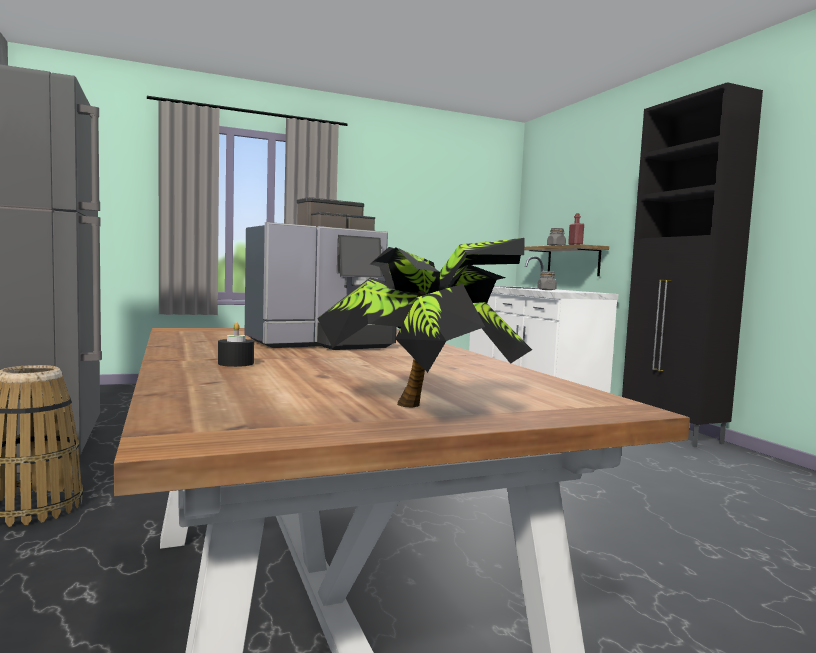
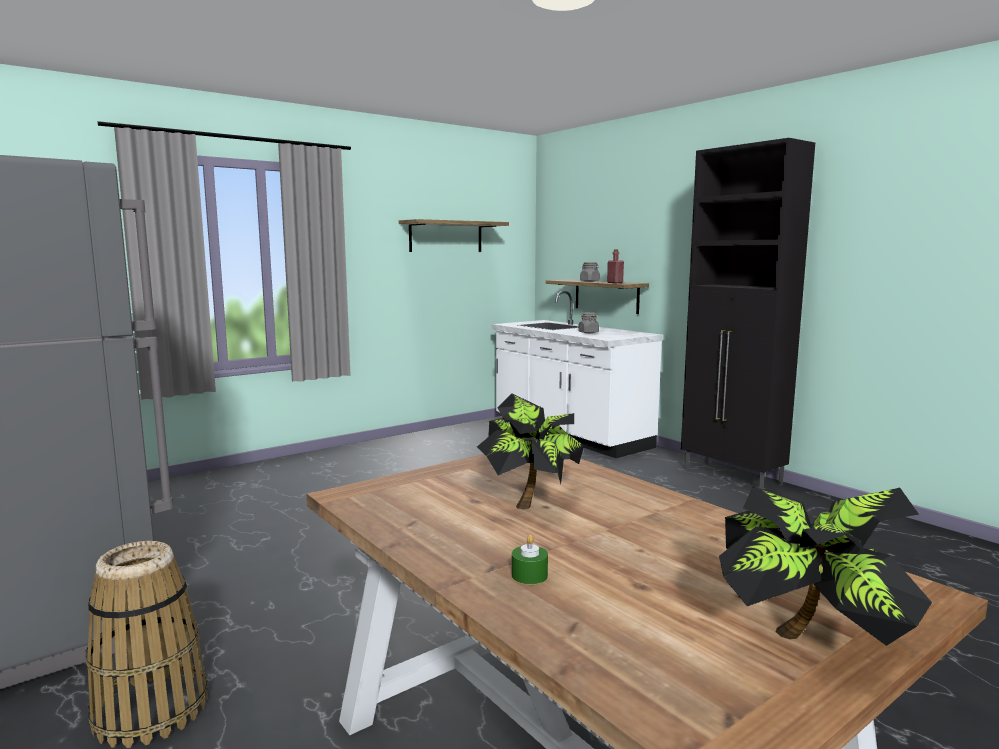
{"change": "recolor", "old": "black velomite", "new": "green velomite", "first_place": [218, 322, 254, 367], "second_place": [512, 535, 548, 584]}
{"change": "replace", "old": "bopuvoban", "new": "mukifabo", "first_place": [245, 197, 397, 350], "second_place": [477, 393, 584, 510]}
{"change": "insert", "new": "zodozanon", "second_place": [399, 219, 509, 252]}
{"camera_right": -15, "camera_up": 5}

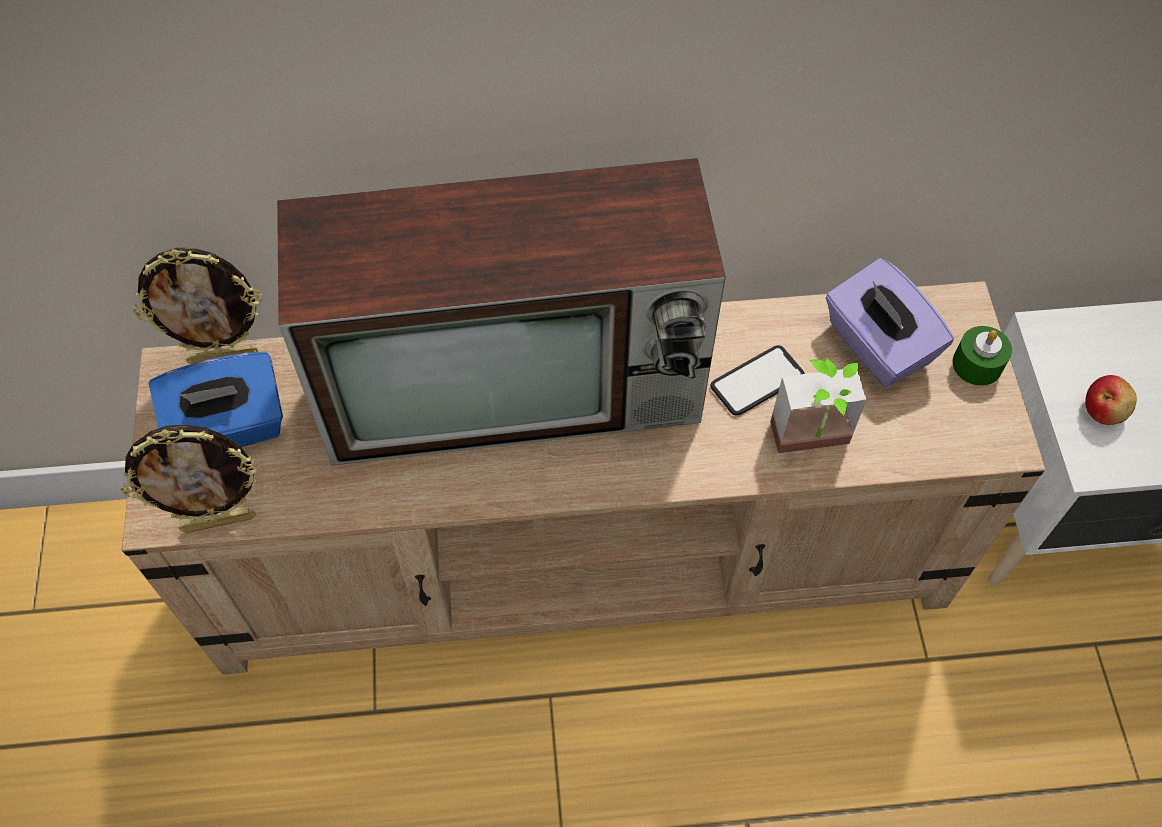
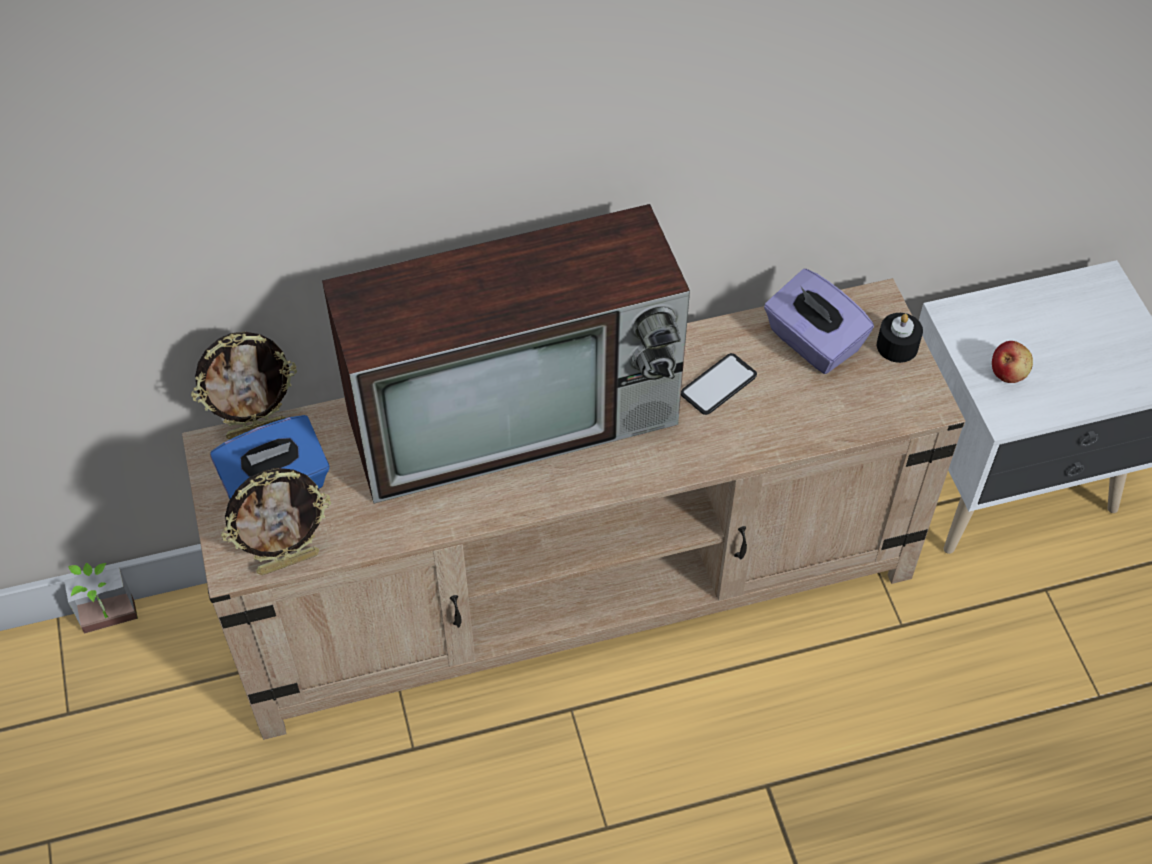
{"change": "move", "old": "mukifabo", "first_place": [770, 359, 867, 453], "second_place": [64, 562, 138, 634]}
{"change": "recolor", "old": "green velomite", "new": "black velomite", "first_place": [952, 326, 1012, 386], "second_place": [877, 313, 923, 363]}
{"camera_right": -10, "camera_up": -5}

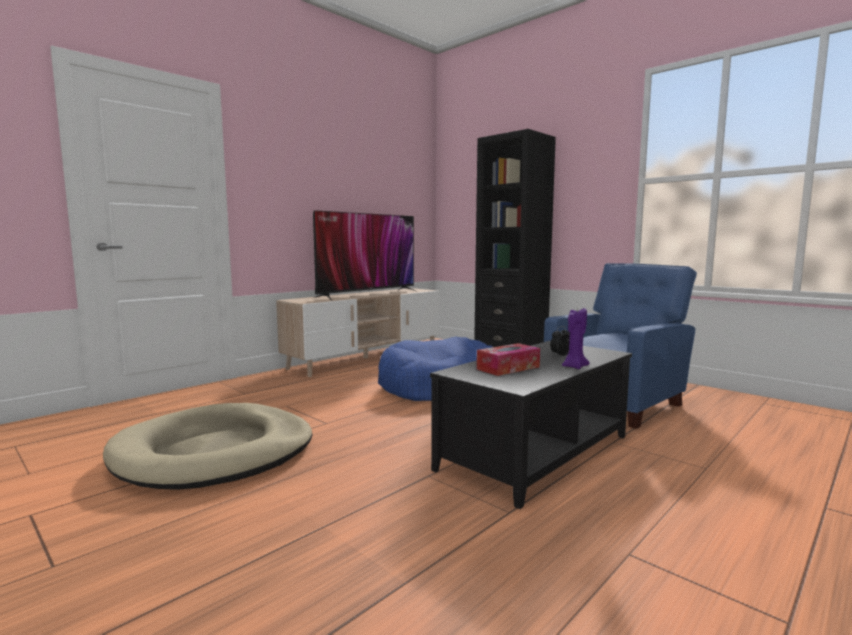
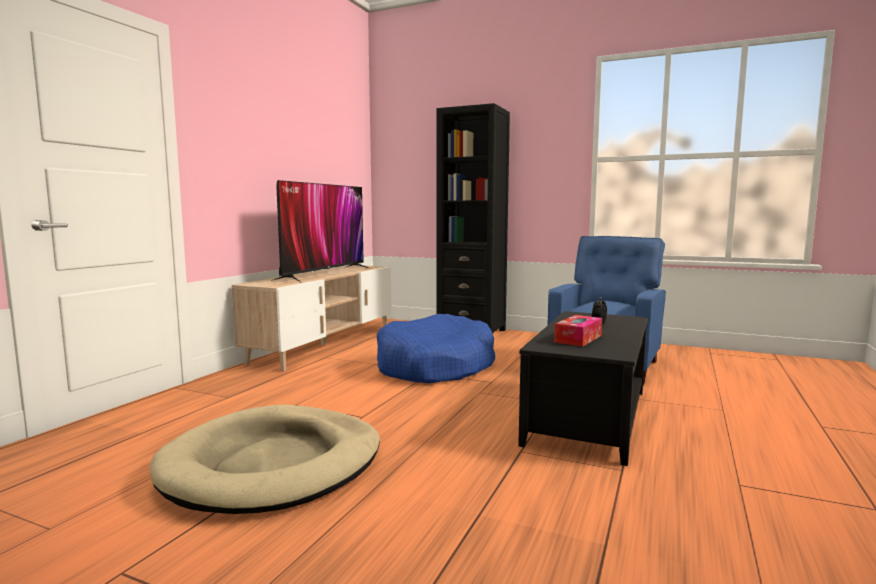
{"change": "delete", "old": "purple velomite", "first_place": [562, 308, 590, 369]}
{"camera_right": -20, "camera_up": 0}

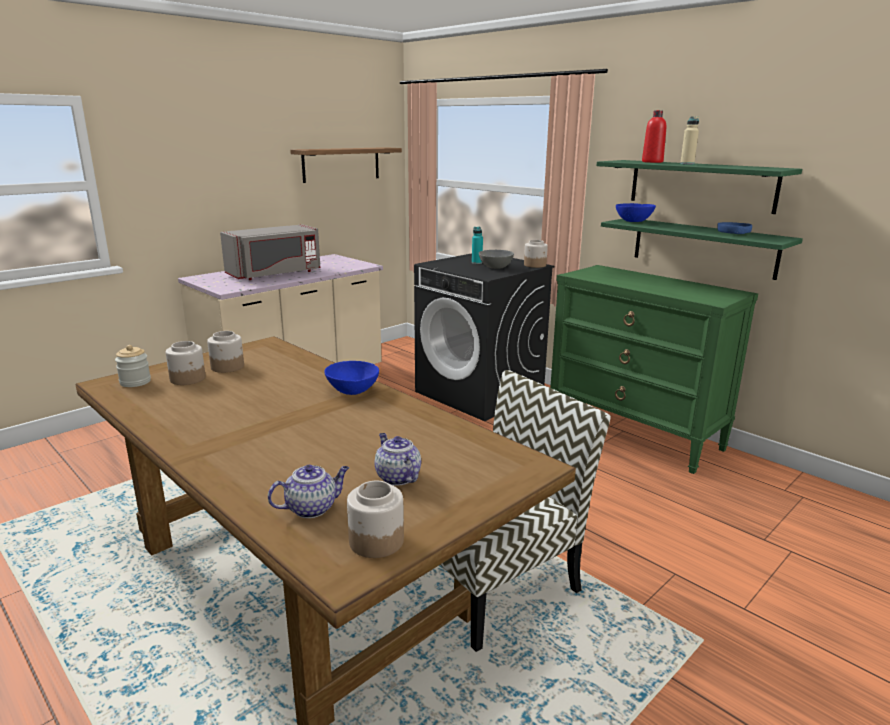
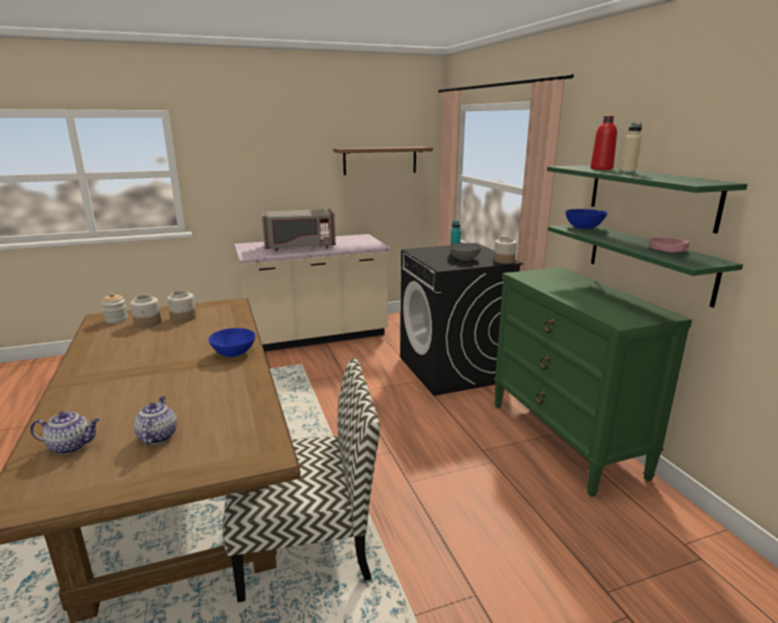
{"change": "delete", "old": "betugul", "first_place": [347, 481, 404, 558]}
{"change": "recolor", "old": "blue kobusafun", "new": "pink kobusafun", "first_place": [717, 222, 752, 234], "second_place": [649, 237, 689, 252]}
{"camera_right": 25, "camera_up": 0}

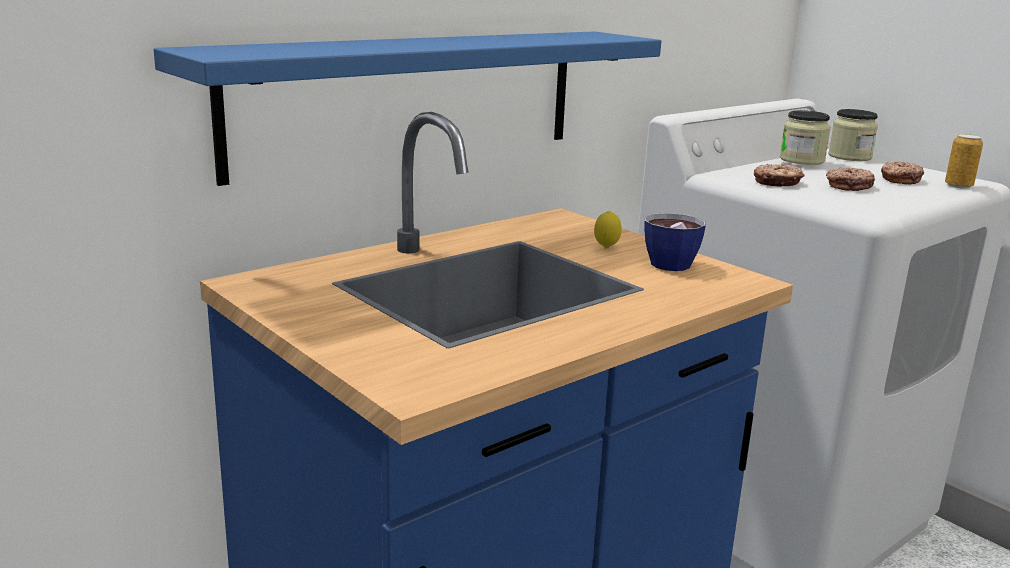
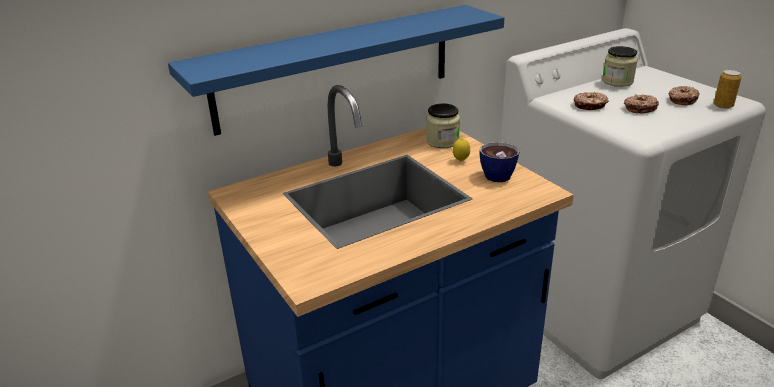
{"change": "move", "old": "betugul", "first_place": [828, 109, 878, 161], "second_place": [426, 103, 460, 148]}
{"camera_right": 10, "camera_up": 10}

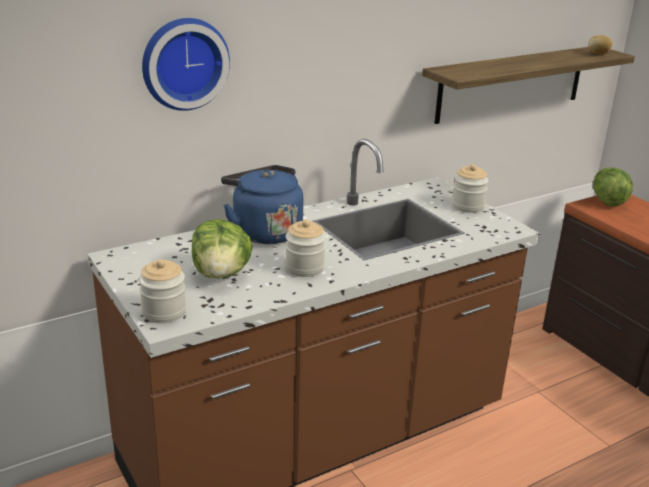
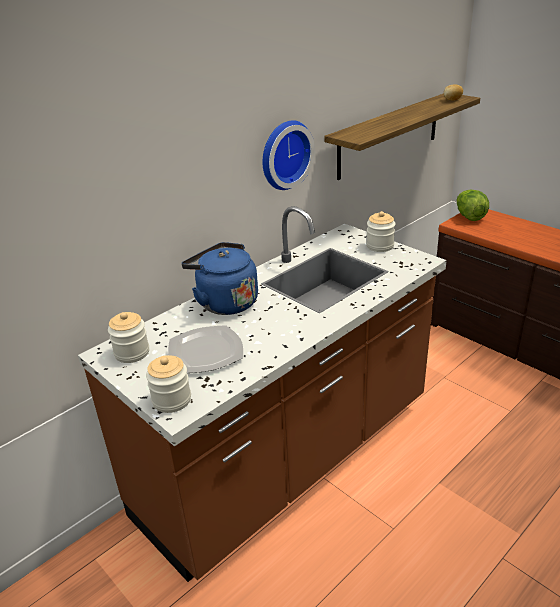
{"change": "move", "old": "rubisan", "first_place": [142, 18, 230, 111], "second_place": [263, 120, 315, 190]}
{"change": "replace", "old": "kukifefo", "new": "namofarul", "first_place": [192, 219, 253, 278], "second_place": [168, 325, 243, 373]}
{"change": "move", "old": "betugul", "first_place": [285, 219, 326, 277], "second_place": [108, 312, 149, 363]}
{"camera_right": -10, "camera_up": 5}

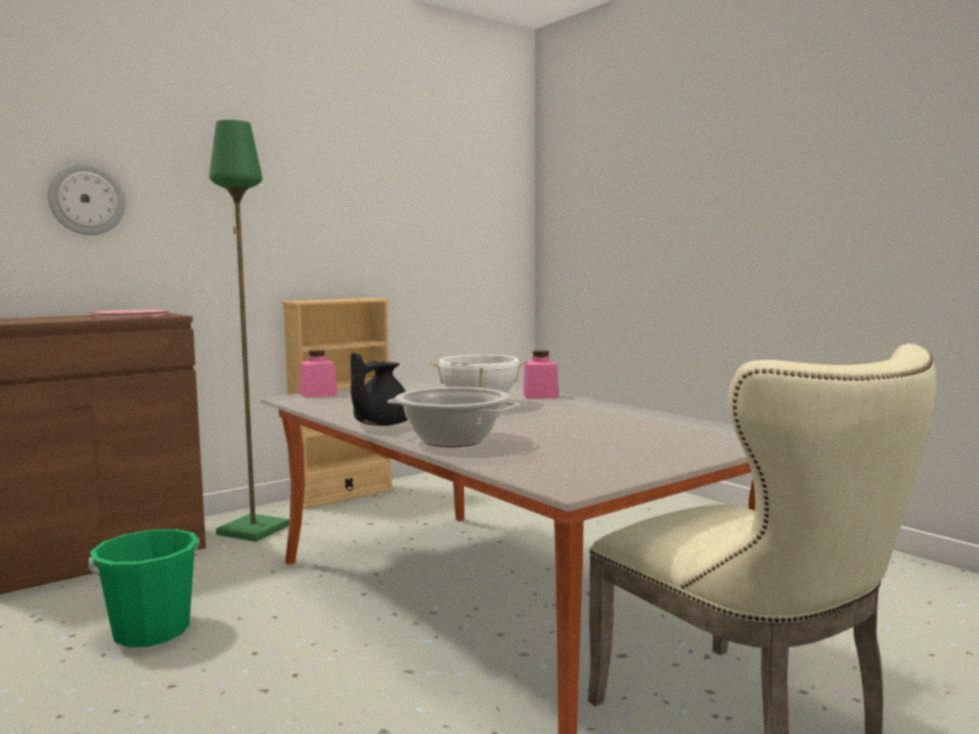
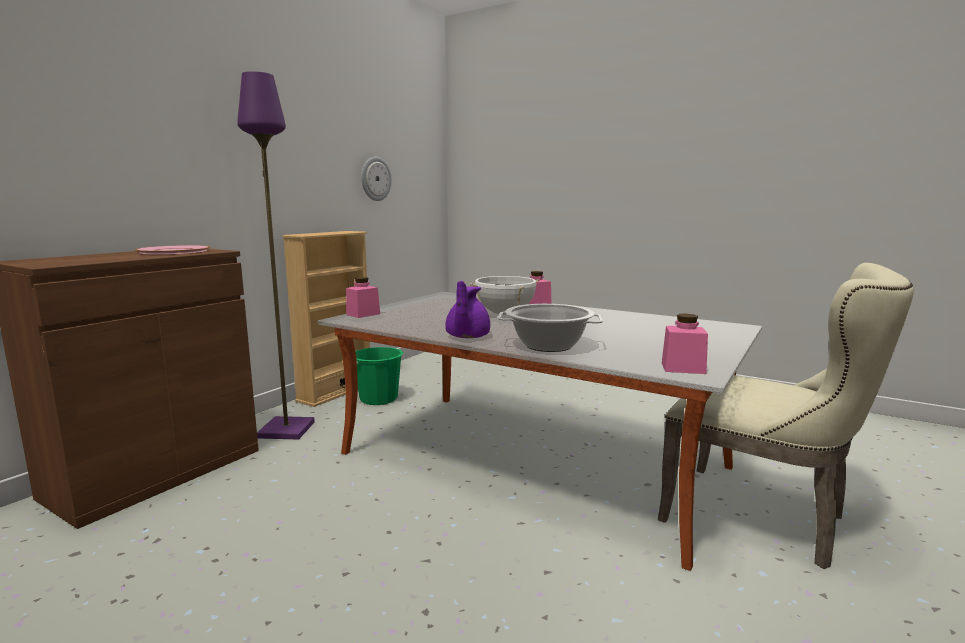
{"change": "move", "old": "rubisan", "first_place": [48, 163, 126, 235], "second_place": [361, 157, 392, 201]}
{"change": "move", "old": "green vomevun", "first_place": [89, 529, 199, 647], "second_place": [355, 347, 403, 405]}
{"change": "recolor", "old": "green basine", "new": "purple basine", "first_place": [209, 120, 289, 542], "second_place": [237, 71, 315, 440]}
{"change": "recolor", "old": "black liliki", "new": "purple liliki", "first_place": [351, 353, 408, 426], "second_place": [445, 281, 490, 338]}
{"change": "insert", "new": "pink betugul", "second_place": [662, 314, 708, 374]}
{"camera_right": -20, "camera_up": 5}

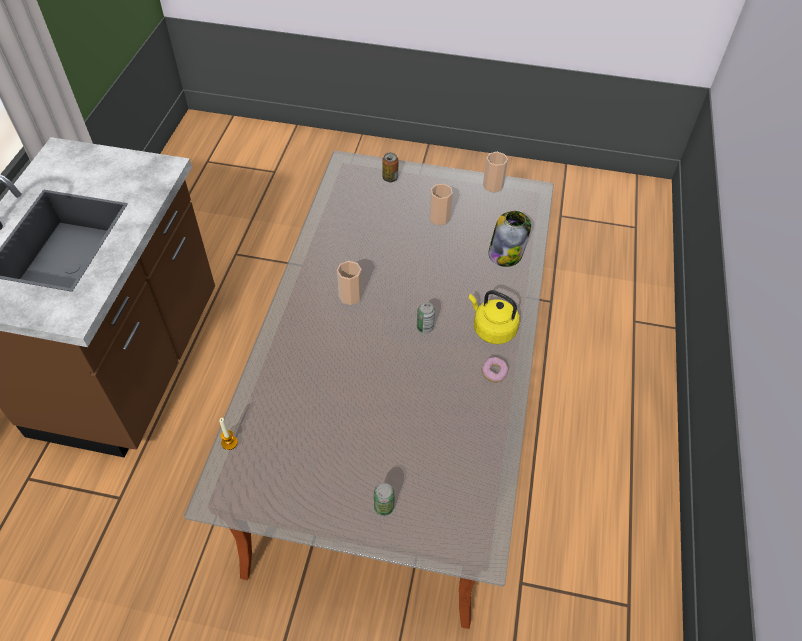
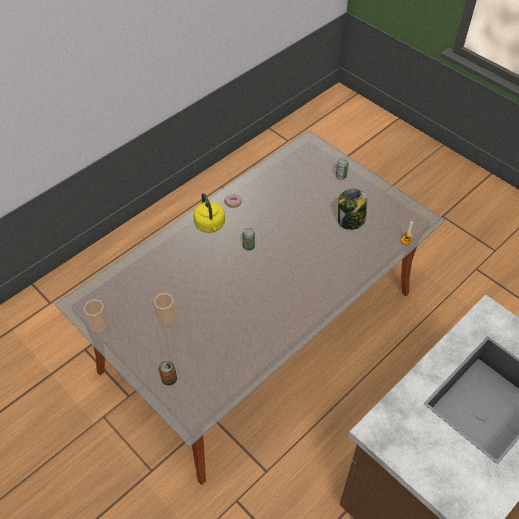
{"change": "delete", "old": "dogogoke", "first_place": [337, 261, 363, 305]}
{"change": "move", "old": "betugul", "first_place": [488, 211, 531, 267], "second_place": [338, 189, 367, 230]}
{"camera_right": -145, "camera_up": 0}

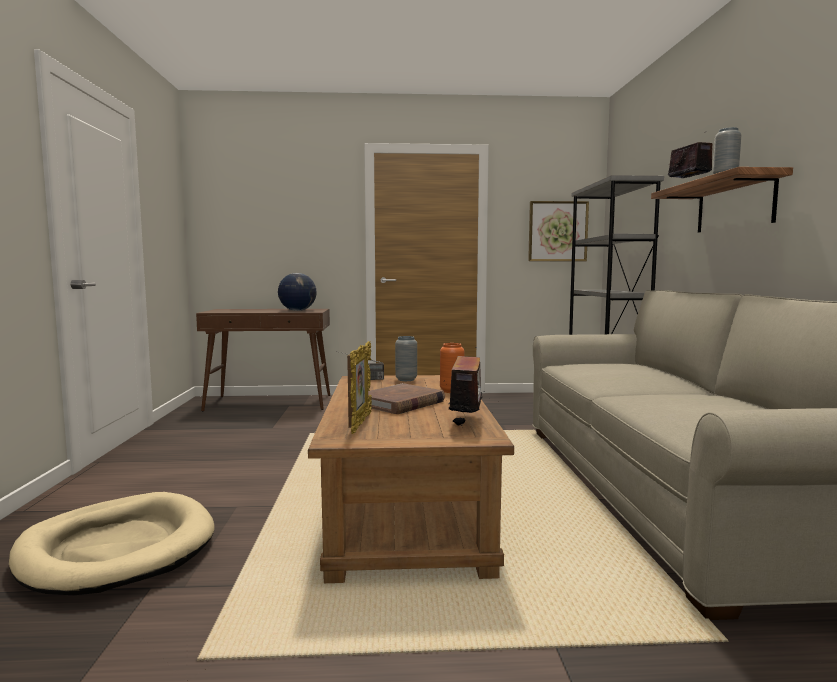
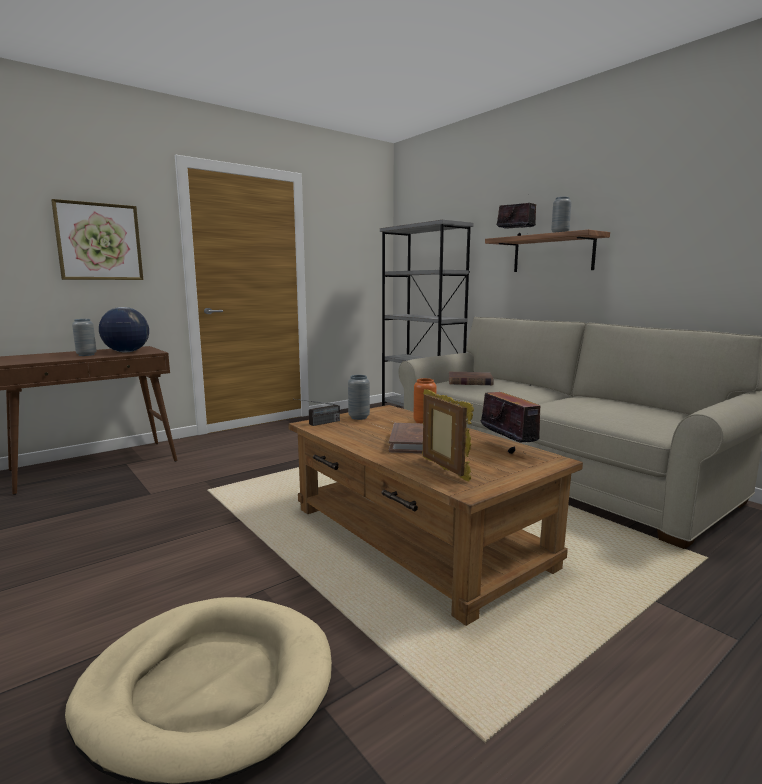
{"change": "move", "old": "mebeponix", "first_place": [528, 201, 589, 261], "second_place": [51, 199, 143, 280]}
{"change": "insert", "new": "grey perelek", "second_place": [72, 319, 97, 356]}
{"change": "insert", "new": "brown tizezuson", "second_place": [449, 372, 494, 385]}
{"camera_right": -35, "camera_up": 5}

